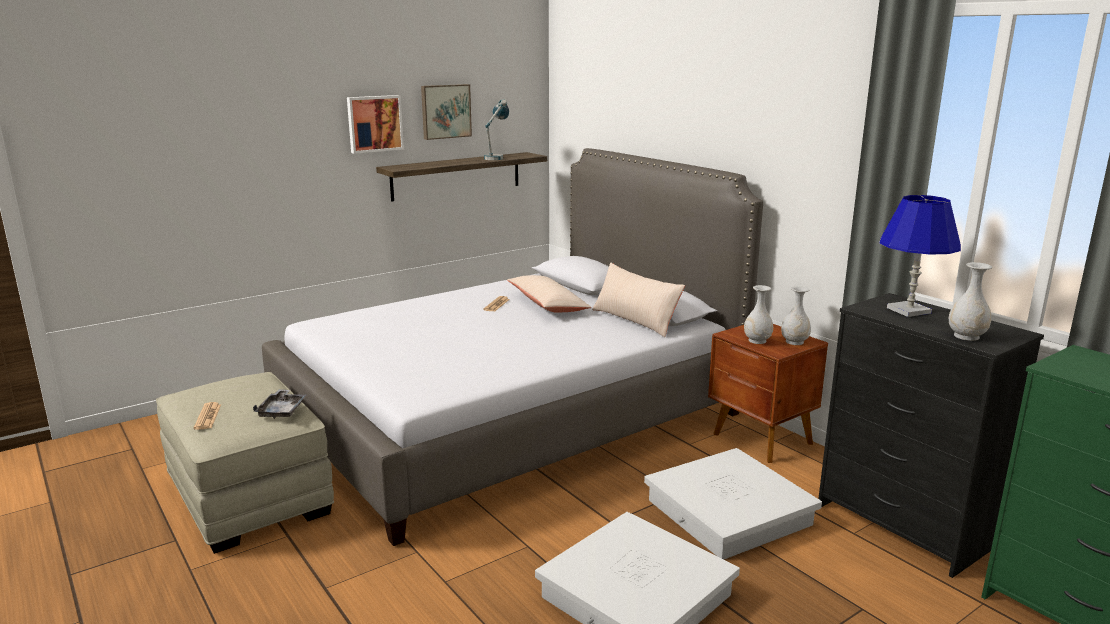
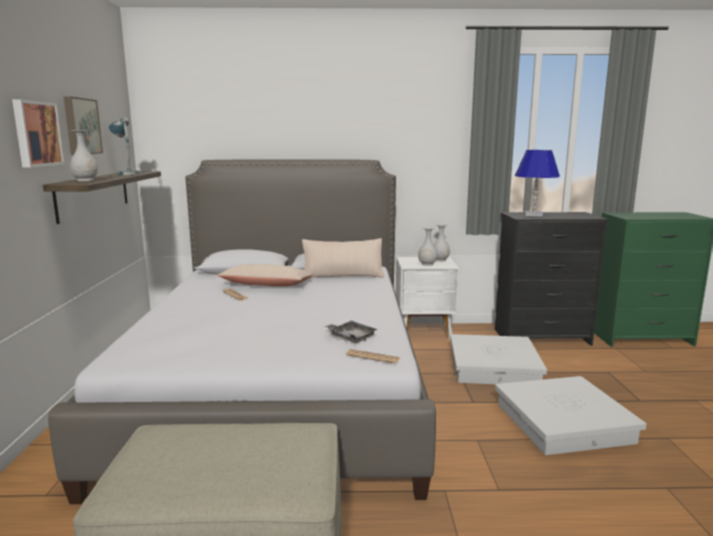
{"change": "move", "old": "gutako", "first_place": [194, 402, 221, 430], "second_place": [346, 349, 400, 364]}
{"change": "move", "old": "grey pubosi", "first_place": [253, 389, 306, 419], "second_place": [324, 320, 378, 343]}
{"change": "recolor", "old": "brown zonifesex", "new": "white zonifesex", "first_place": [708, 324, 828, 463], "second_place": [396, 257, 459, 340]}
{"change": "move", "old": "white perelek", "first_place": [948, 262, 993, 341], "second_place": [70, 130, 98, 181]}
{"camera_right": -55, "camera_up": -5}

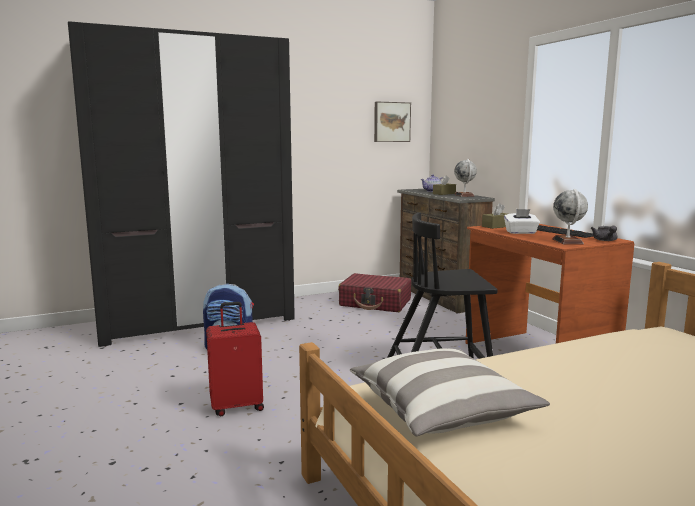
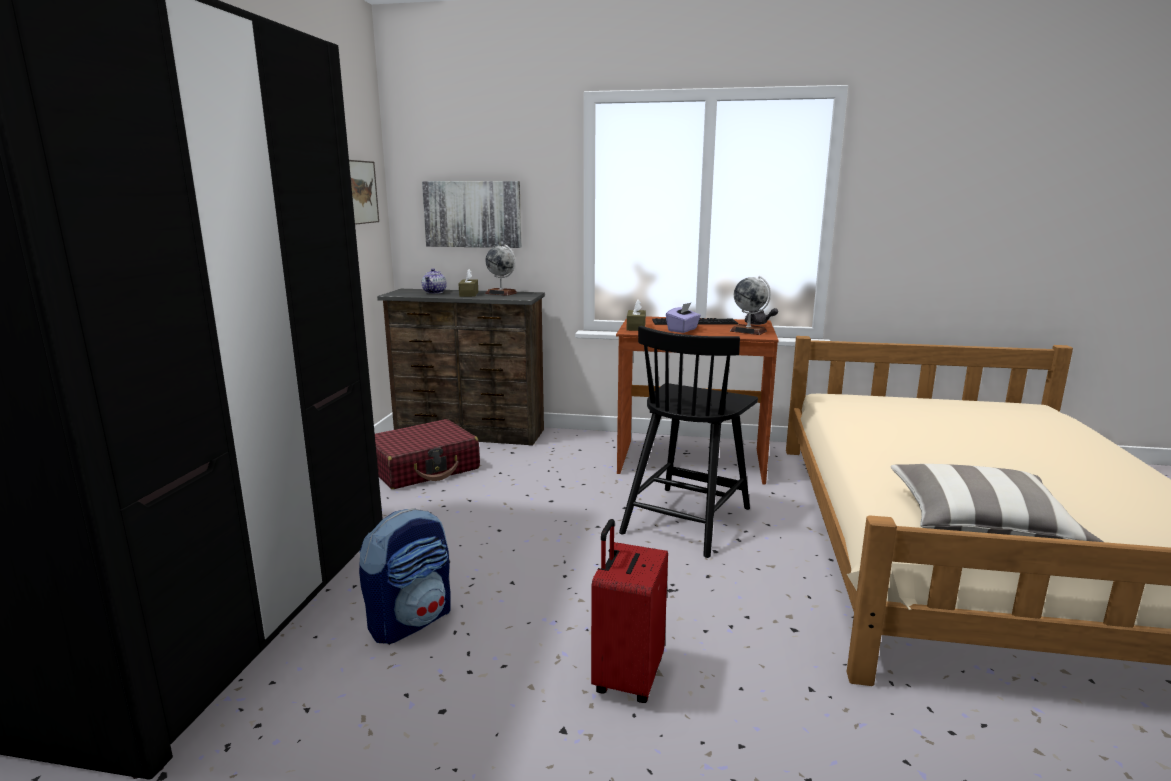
{"change": "recolor", "old": "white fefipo", "new": "purple fefipo", "first_place": [504, 209, 540, 234], "second_place": [666, 303, 701, 333]}
{"change": "insert", "new": "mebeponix", "second_place": [422, 181, 521, 248]}
{"camera_right": -55, "camera_up": 5}

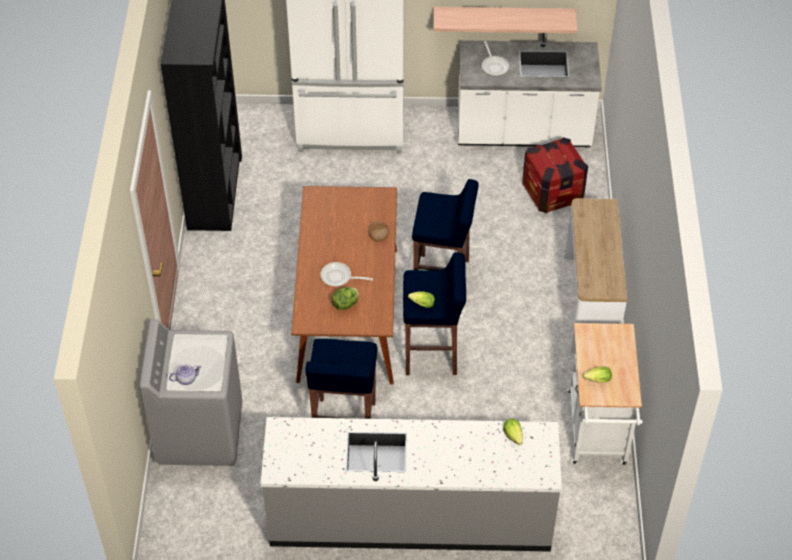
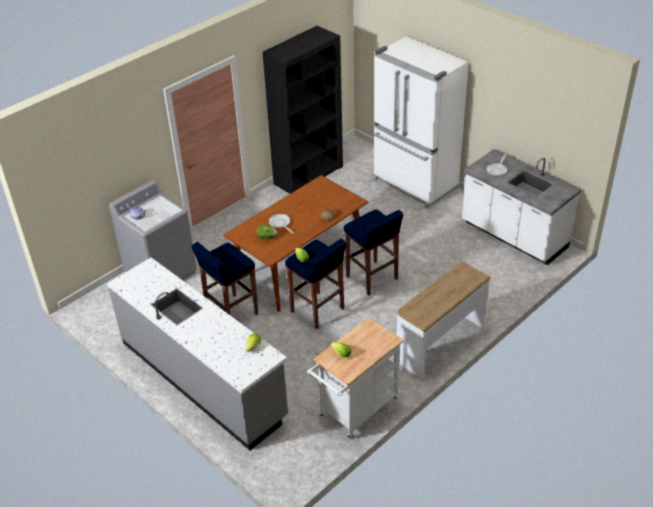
{"change": "delete", "old": "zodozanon", "first_place": [434, 7, 578, 33]}
{"change": "delete", "old": "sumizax", "first_place": [522, 137, 588, 213]}
{"camera_right": 45, "camera_up": -10}

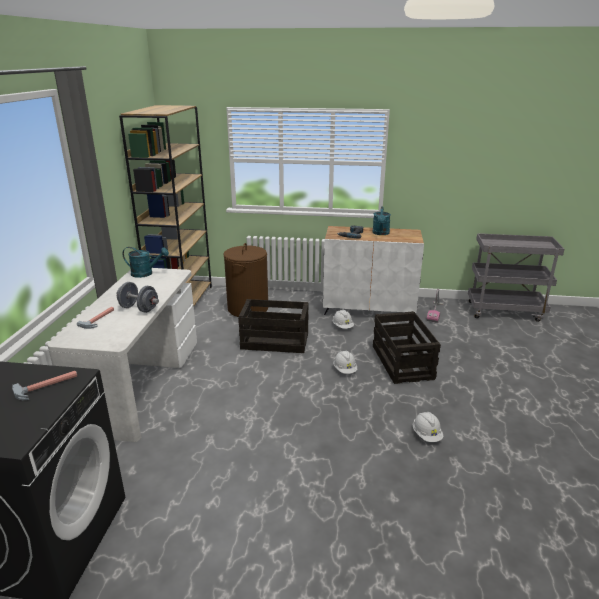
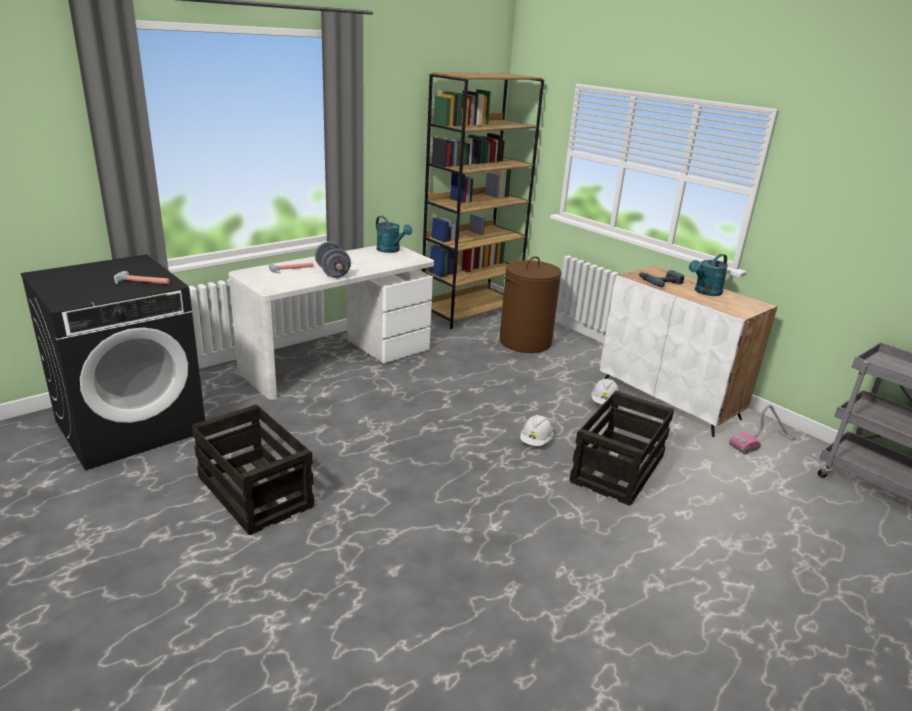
{"change": "move", "old": "sumizax", "first_place": [238, 299, 309, 353], "second_place": [192, 404, 314, 535]}
{"change": "delete", "old": "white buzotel", "first_place": [413, 412, 444, 442]}
{"camera_right": 40, "camera_up": 0}

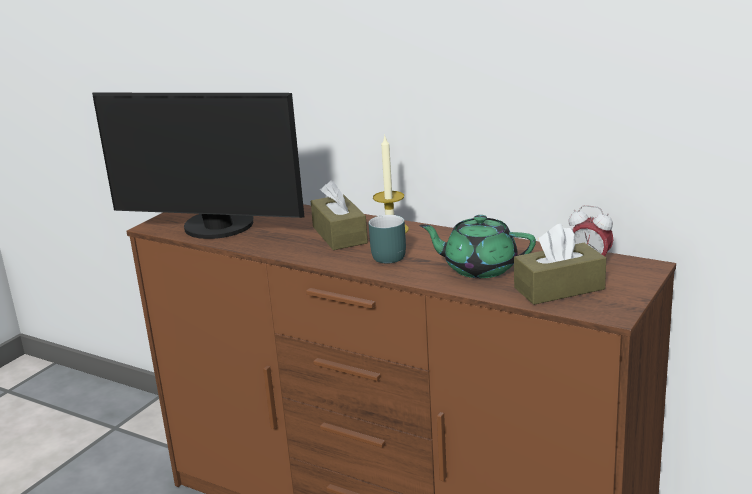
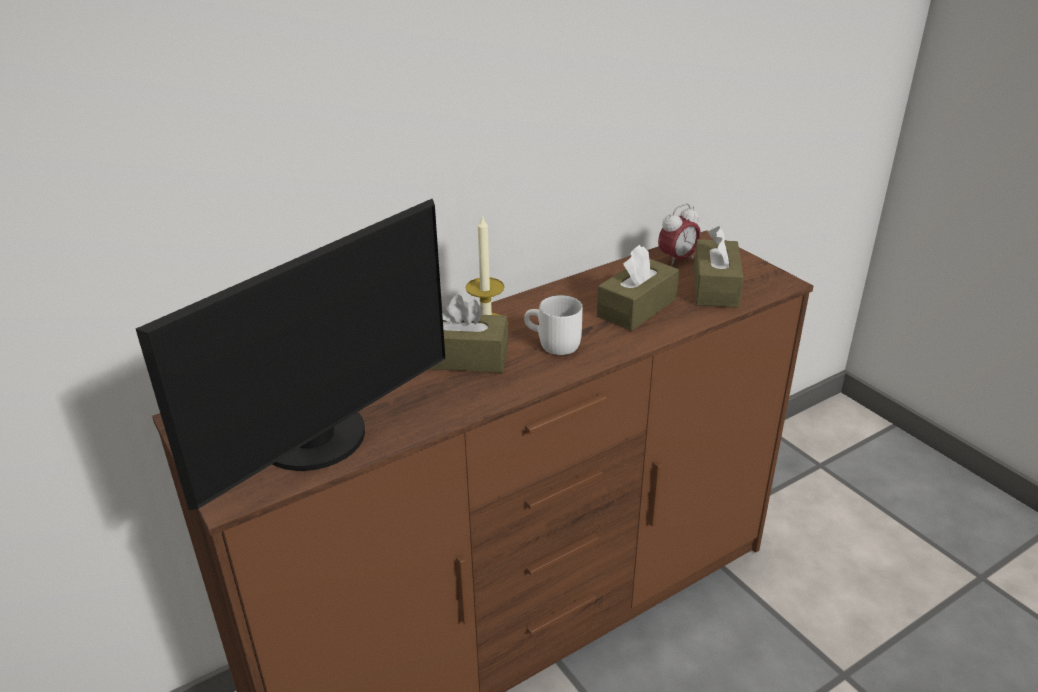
{"change": "recolor", "old": "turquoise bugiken", "new": "white bugiken", "first_place": [369, 215, 406, 264], "second_place": [524, 295, 583, 355]}
{"change": "replace", "old": "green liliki", "new": "brown fefipo", "first_place": [419, 215, 536, 278], "second_place": [597, 245, 679, 331]}
{"camera_right": -65, "camera_up": 10}

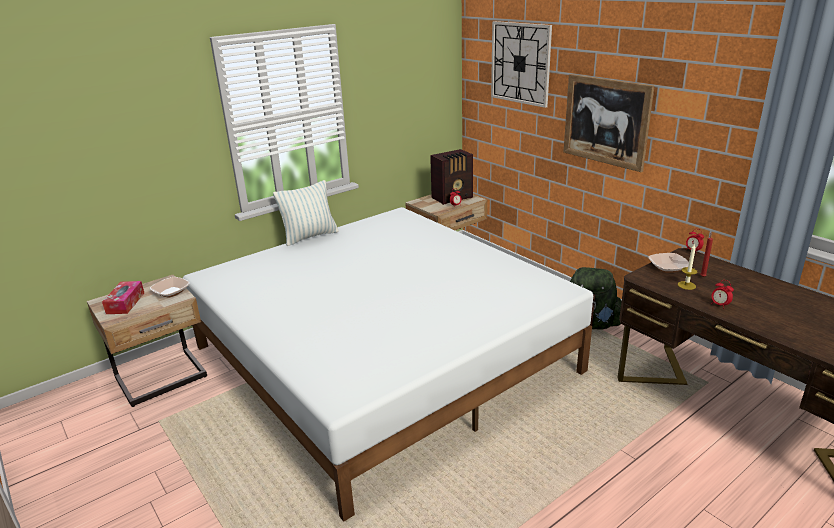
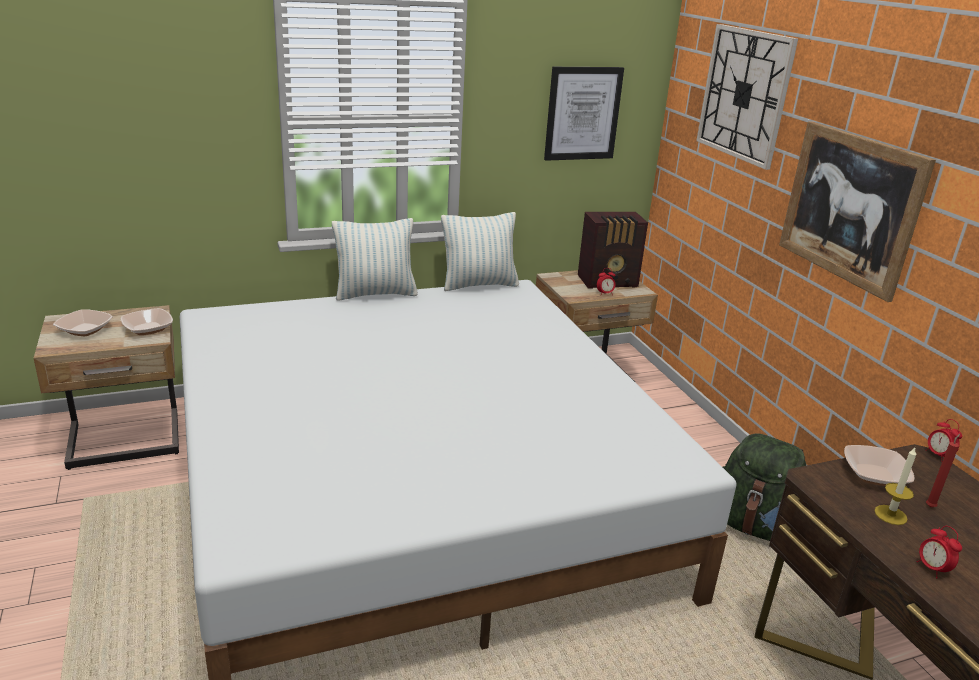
{"change": "replace", "old": "fefipo", "new": "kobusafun", "first_place": [102, 281, 144, 314], "second_place": [53, 309, 113, 336]}
{"change": "insert", "new": "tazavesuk", "second_place": [441, 212, 519, 291]}
{"change": "insert", "new": "mebeponix", "second_place": [544, 67, 624, 161]}
{"camera_right": 15, "camera_up": 0}

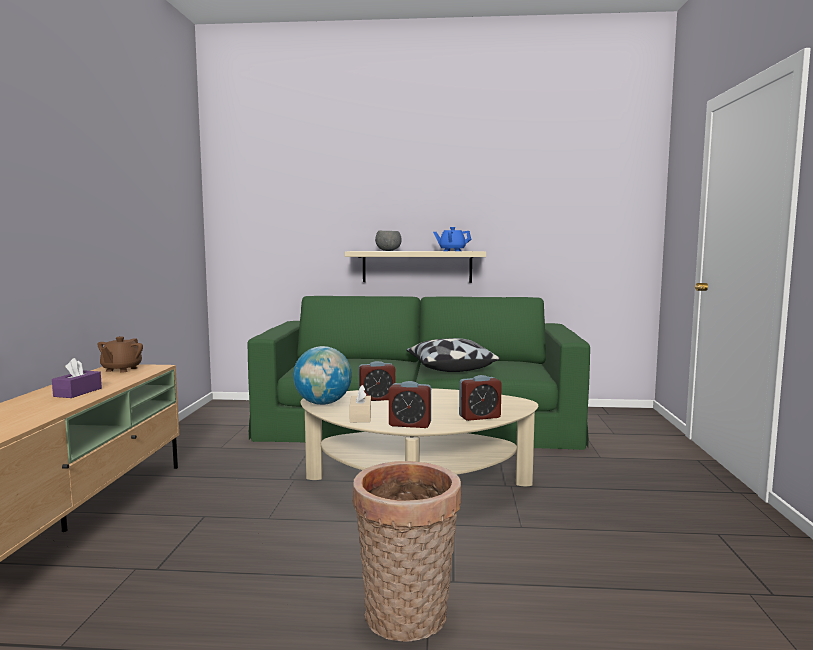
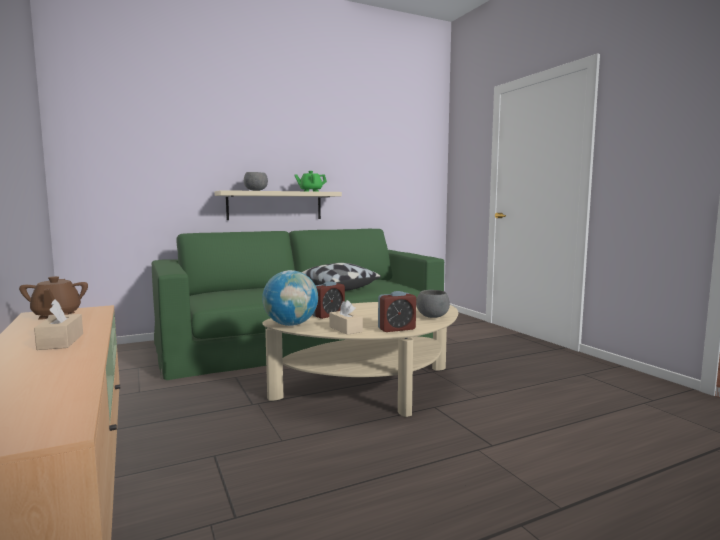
{"change": "recolor", "old": "purple fefipo", "new": "beige fefipo", "first_place": [52, 358, 102, 398], "second_place": [34, 299, 83, 350]}
{"change": "delete", "old": "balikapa", "first_place": [353, 461, 461, 642]}
{"change": "recolor", "old": "blue liliki", "new": "green liliki", "first_place": [433, 227, 472, 251], "second_place": [294, 171, 327, 192]}
{"change": "replace", "old": "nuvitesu", "new": "grey kobusafun", "first_place": [459, 375, 502, 421], "second_place": [416, 290, 450, 318]}
{"camera_right": -30, "camera_up": 0}

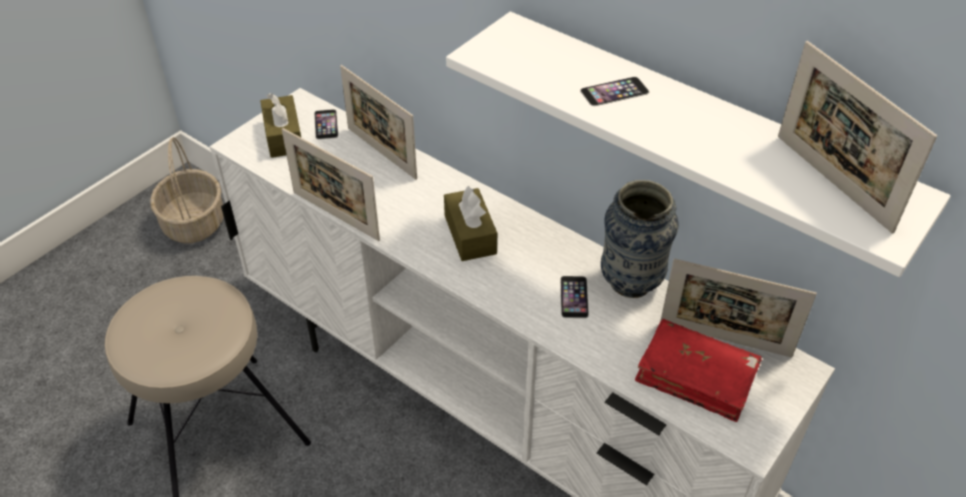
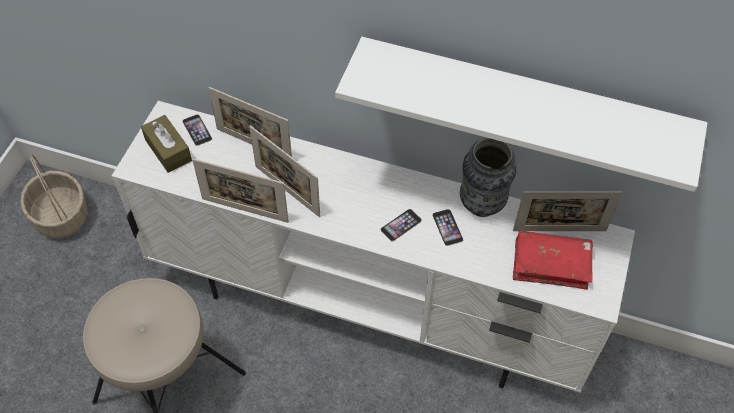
{"change": "delete", "old": "brown fefipo", "first_place": [444, 186, 497, 261]}
{"change": "move", "old": "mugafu", "first_place": [580, 77, 649, 106], "second_place": [380, 209, 422, 241]}
{"change": "move", "old": "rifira", "first_place": [778, 41, 937, 234], "second_place": [249, 125, 320, 217]}
{"camera_right": -20, "camera_up": 10}

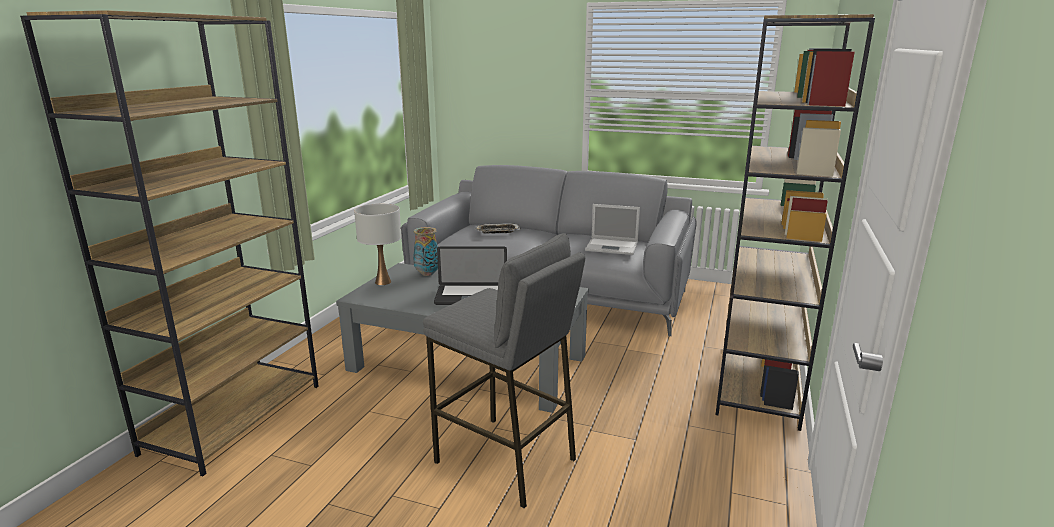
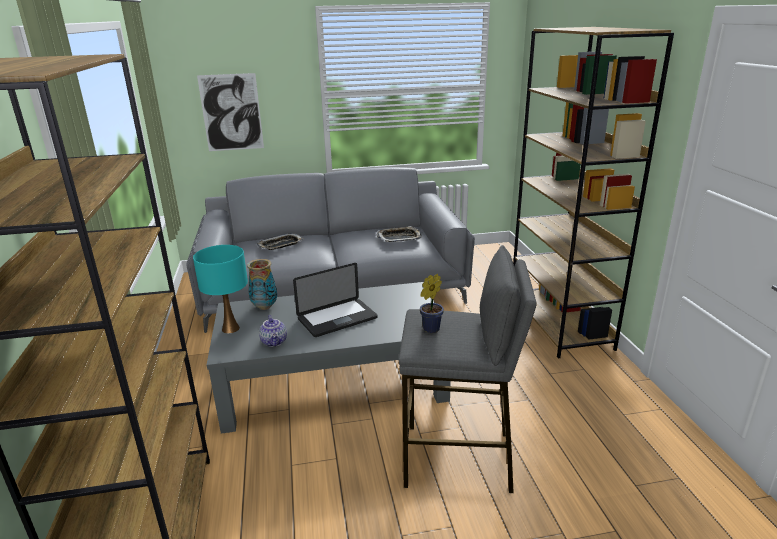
{"change": "recolor", "old": "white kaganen", "new": "turquoise kaganen", "first_place": [354, 204, 402, 285], "second_place": [193, 245, 248, 333]}
{"change": "replace", "old": "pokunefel", "new": "pubosi", "first_place": [585, 204, 640, 255], "second_place": [376, 226, 422, 242]}
{"change": "insert", "new": "mebeponix", "second_place": [197, 73, 264, 151]}
{"change": "insert", "new": "liliki", "second_place": [259, 315, 287, 347]}
{"change": "insert", "new": "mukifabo", "second_place": [420, 274, 444, 333]}
{"camera_right": -30, "camera_up": 5}

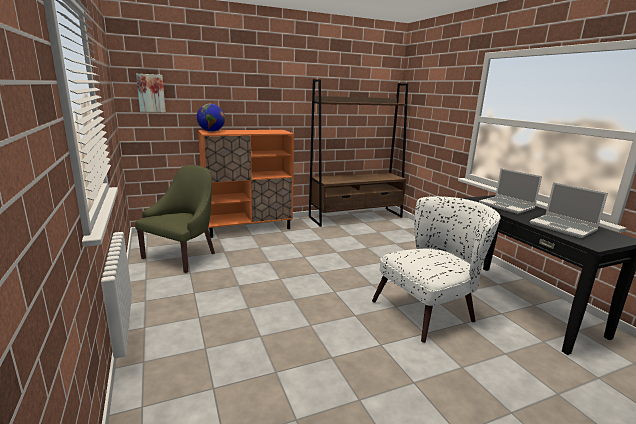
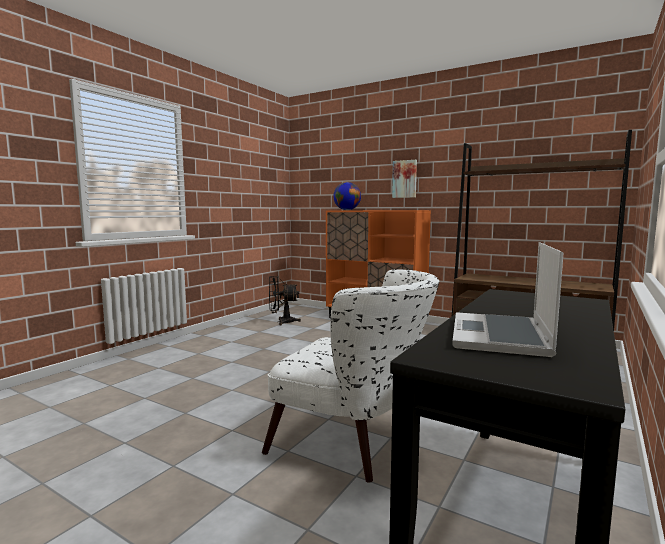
{"change": "replace", "old": "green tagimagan", "new": "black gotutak", "first_place": [135, 165, 215, 273], "second_place": [269, 276, 301, 325]}
{"change": "move", "old": "mebeponix", "first_place": [136, 74, 166, 112], "second_place": [392, 160, 417, 198]}
{"change": "delete", "old": "pokunefel", "first_place": [479, 168, 542, 214]}
{"camera_right": 55, "camera_up": -10}

